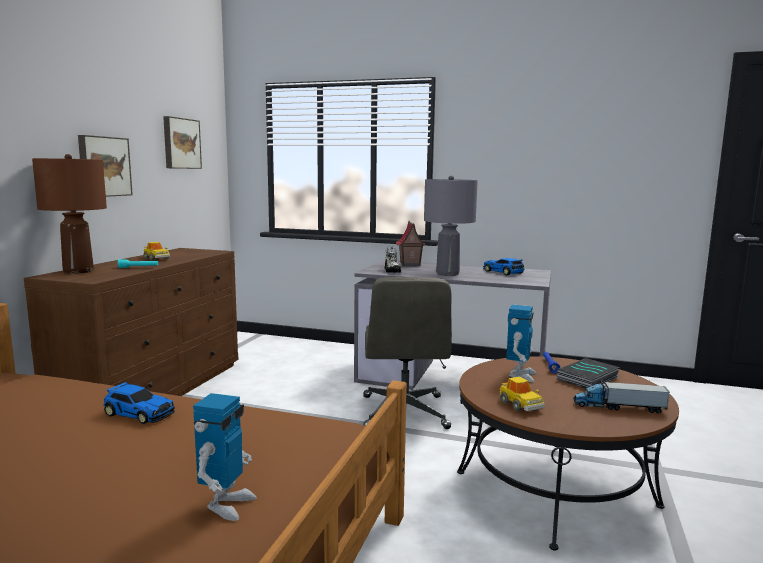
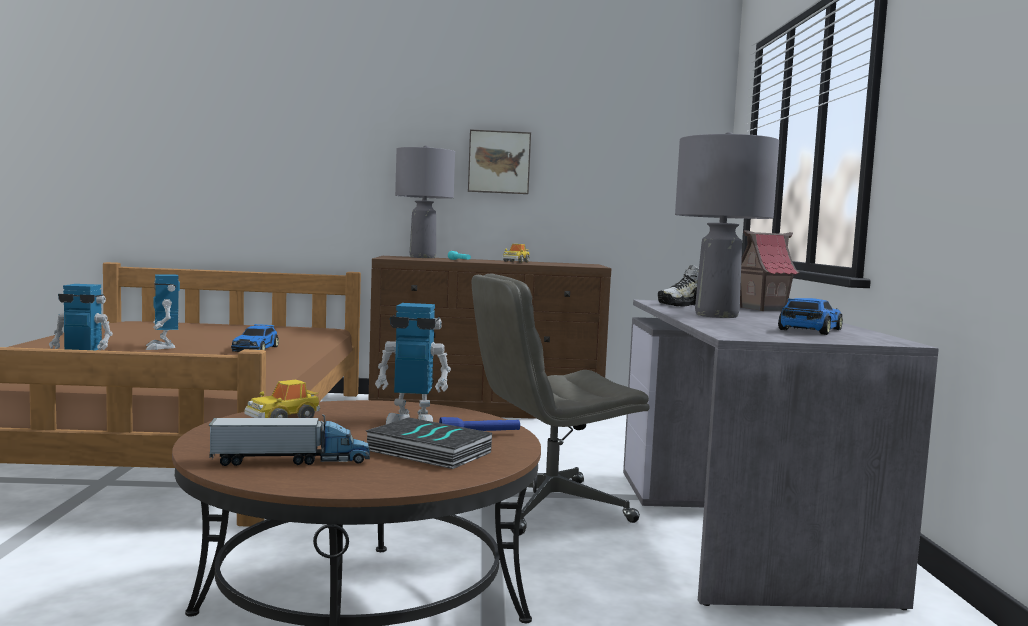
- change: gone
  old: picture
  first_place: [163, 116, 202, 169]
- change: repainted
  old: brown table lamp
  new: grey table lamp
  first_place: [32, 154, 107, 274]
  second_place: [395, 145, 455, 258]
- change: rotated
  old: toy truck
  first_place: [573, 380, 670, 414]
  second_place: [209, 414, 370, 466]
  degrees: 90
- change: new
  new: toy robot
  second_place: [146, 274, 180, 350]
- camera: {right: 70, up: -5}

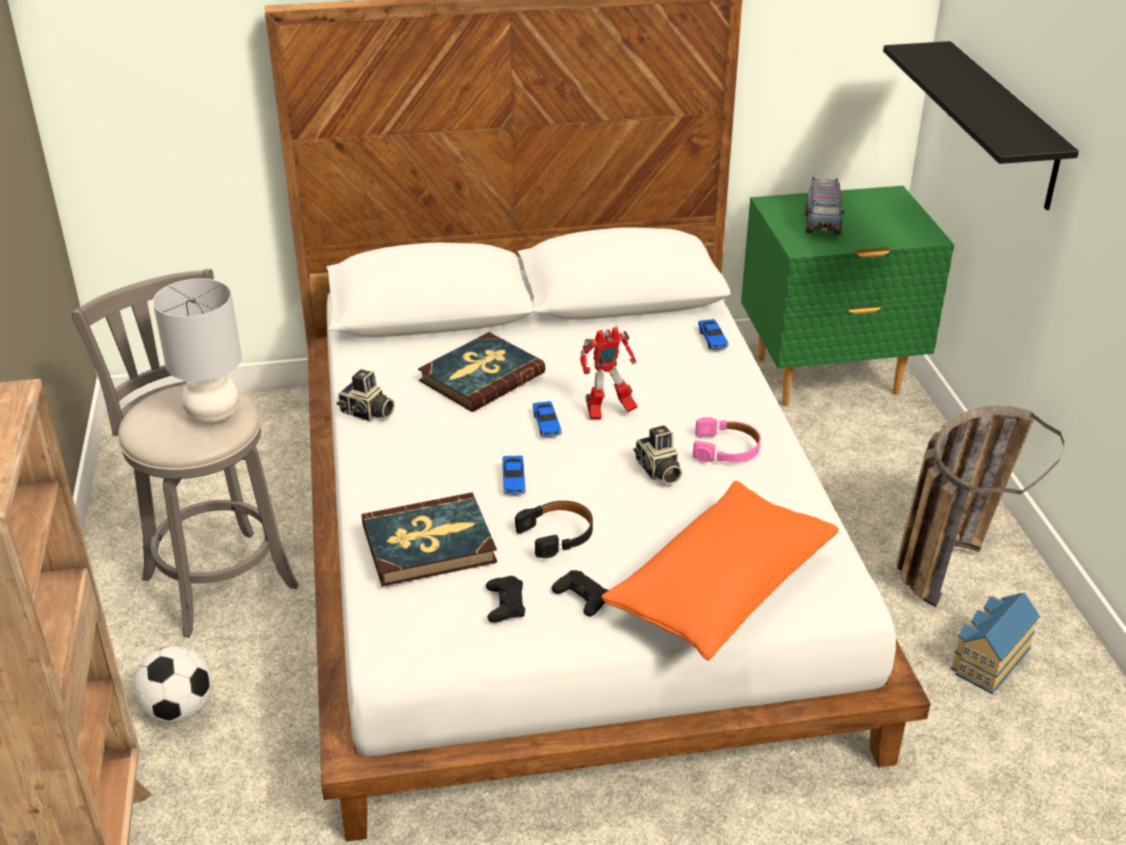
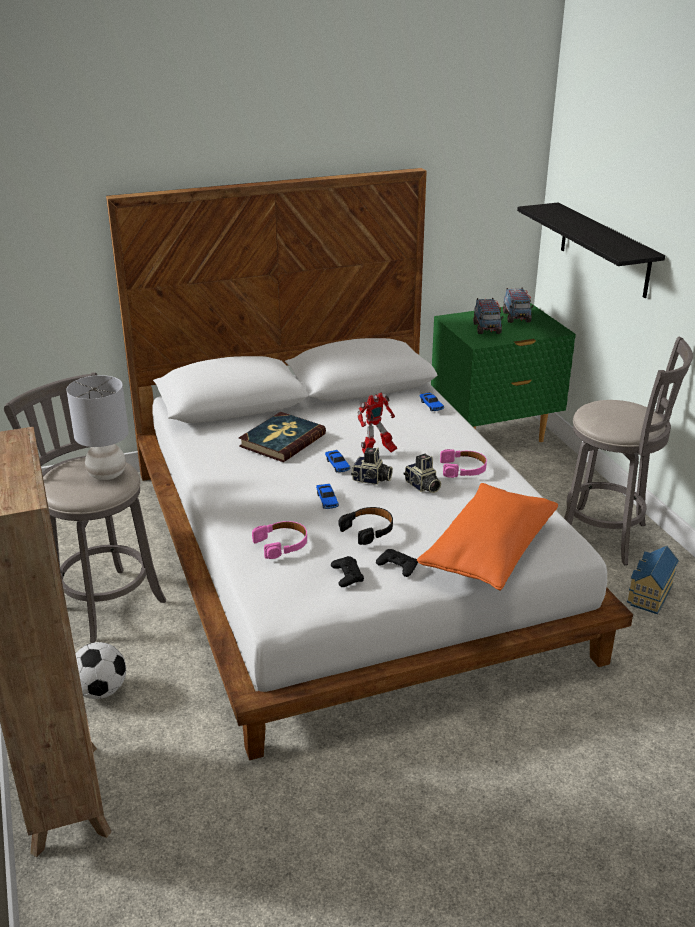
- change: shifted
  old: photo camera
  first_place: [337, 369, 395, 421]
  second_place: [351, 447, 393, 485]
- change: swapped
  old: basket
  new: grey stool
  first_place: [897, 406, 1064, 607]
  second_place: [564, 337, 693, 565]
- change: swapped
  old: book
  new: pink headphones
  first_place: [362, 493, 497, 587]
  second_place: [252, 521, 307, 559]
- change: new
  new: toy truck
  second_place: [503, 288, 533, 323]
- camera: {right: -10, up: -5}

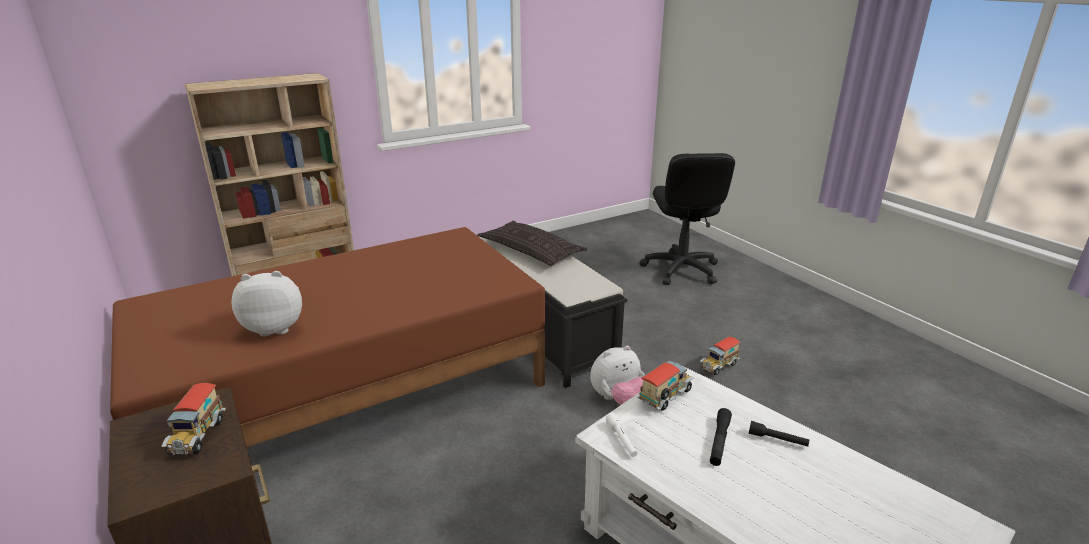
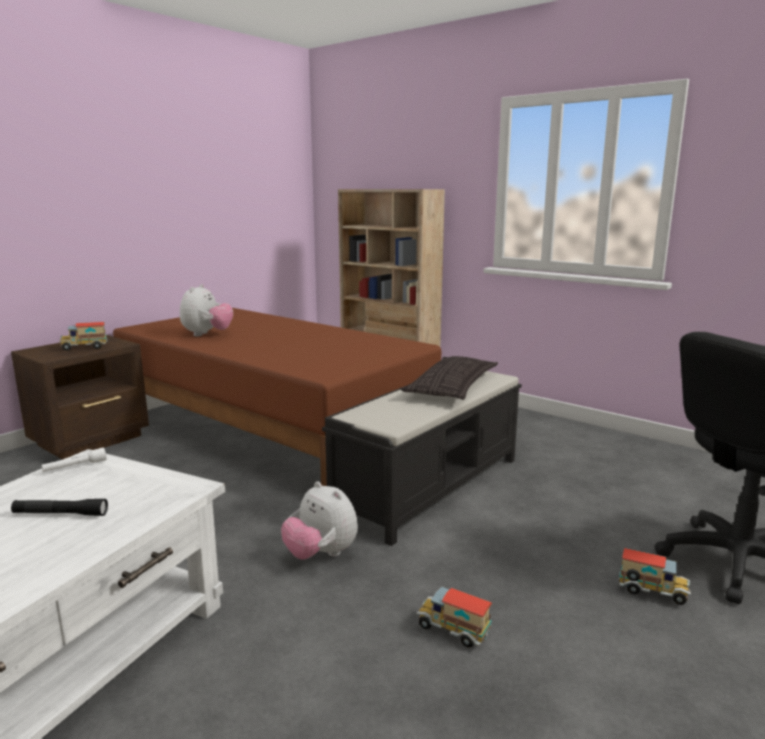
- change: rotated
  old: plush toy
  first_place: [231, 271, 302, 337]
  second_place: [180, 284, 233, 336]
  degrees: 45
- change: shifted
  old: toy truck
  first_place: [637, 361, 694, 411]
  second_place: [618, 548, 691, 605]
- change: gone
  old: black flashlight
  first_place: [749, 421, 809, 447]
- camera: {right: 70, up: -10}

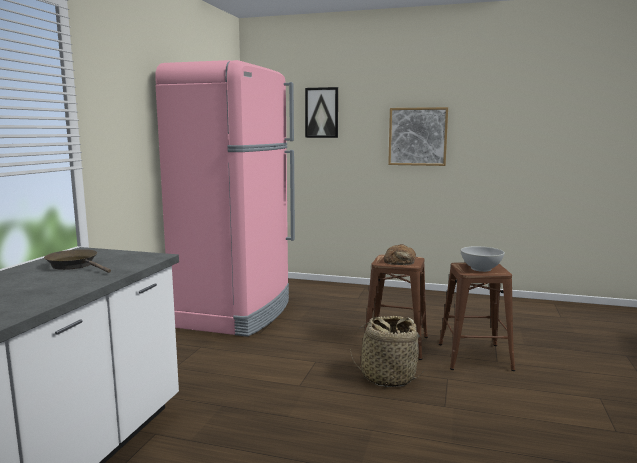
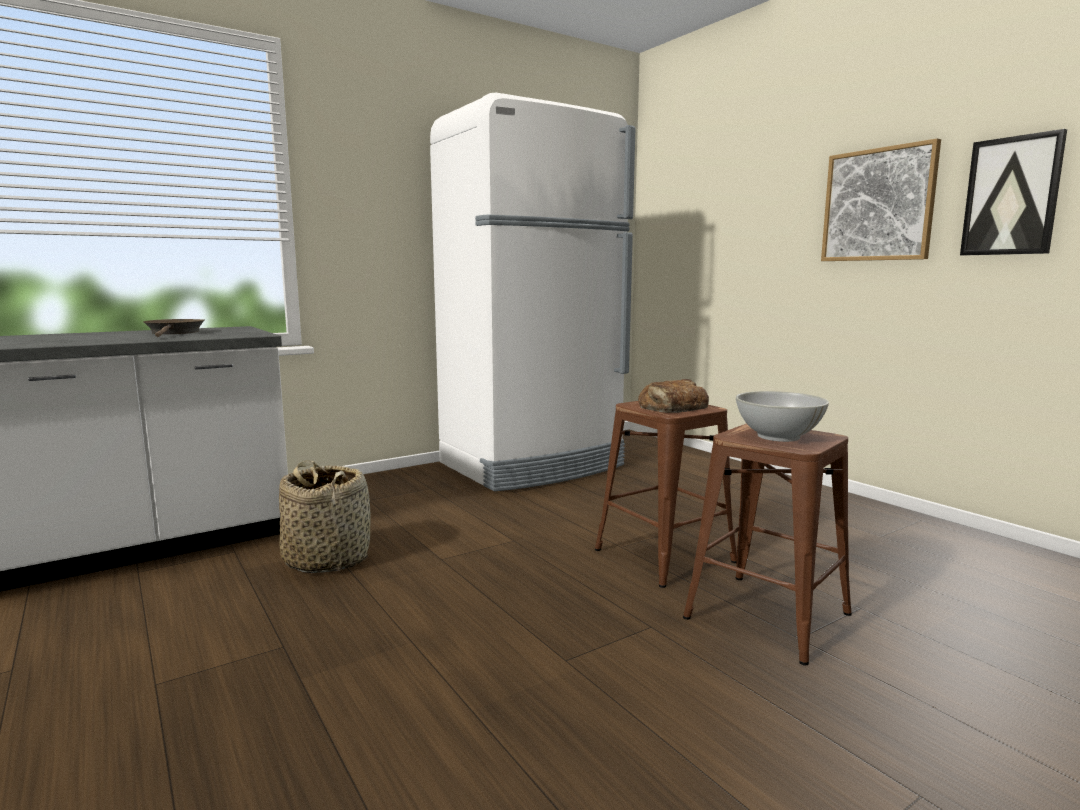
- change: repainted
  old: pink fridge
  new: white fridge
  first_place: [155, 60, 295, 337]
  second_place: [430, 93, 635, 492]
- change: shifted
  old: picture
  first_place: [305, 87, 338, 138]
  second_place: [960, 129, 1067, 255]
- change: shifted
  old: basket
  first_place: [350, 316, 424, 387]
  second_place: [279, 460, 370, 573]
- camera: {right: 40, up: 0}

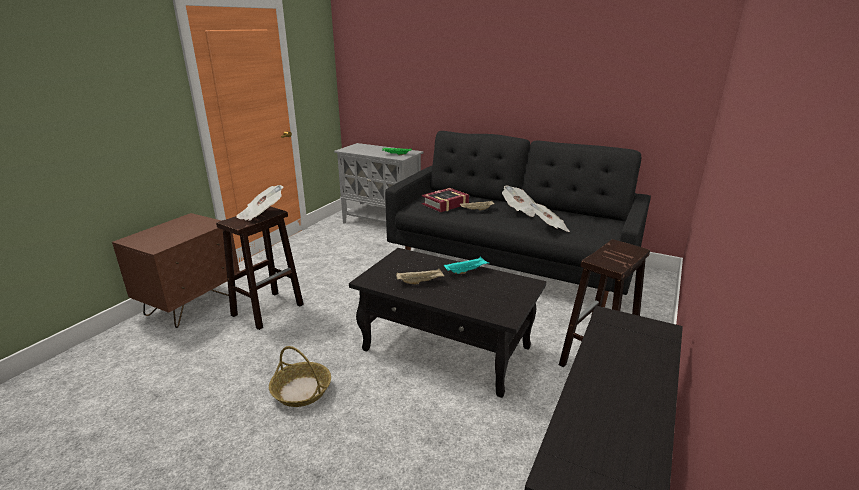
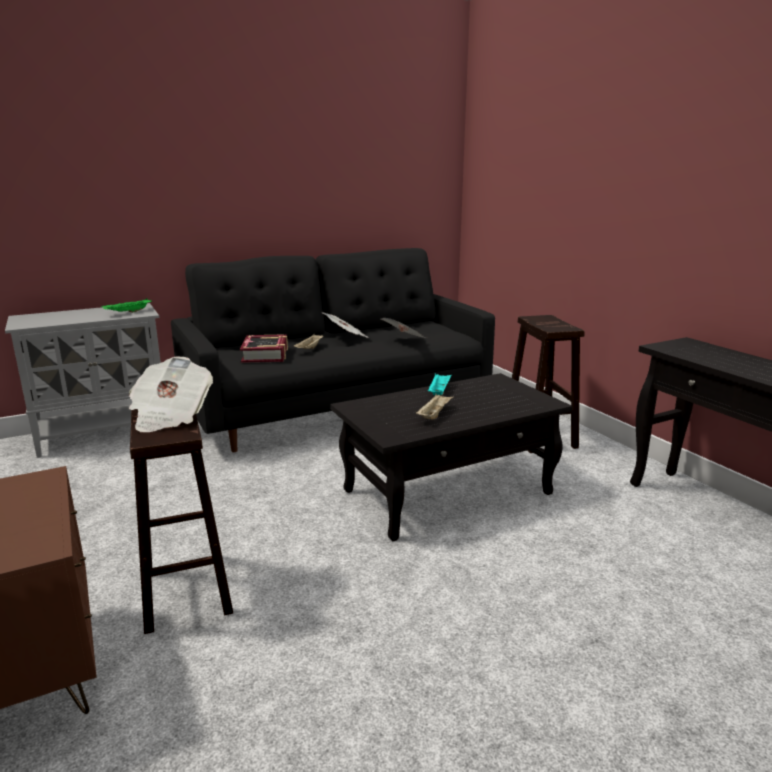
- change: gone
  old: basket
  first_place: [269, 346, 331, 407]
- camera: {right: -55, up: -5}

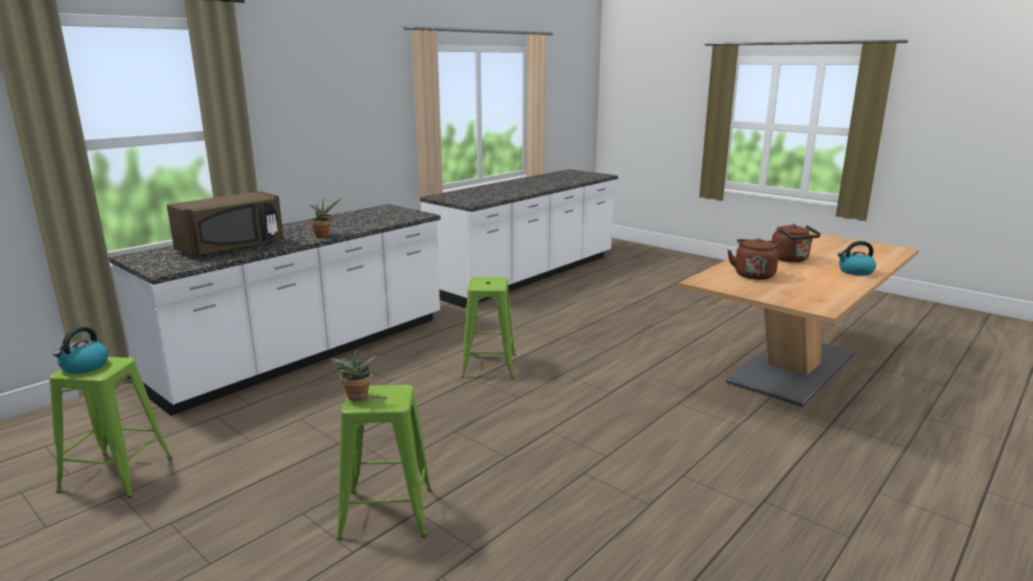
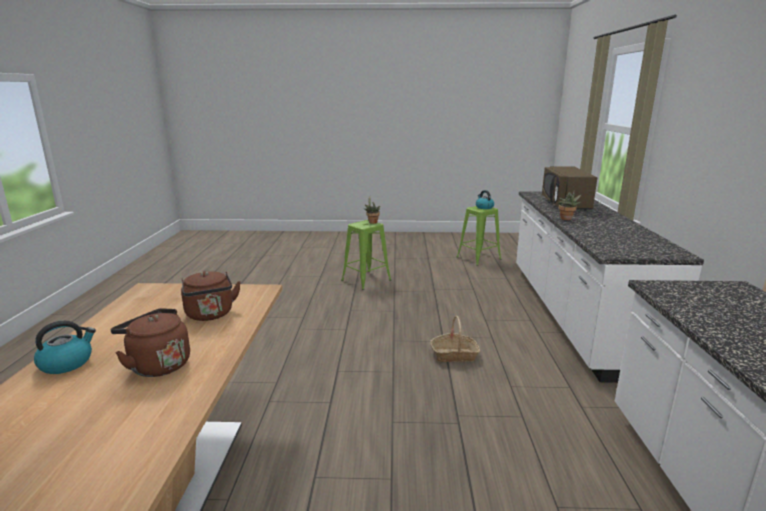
- change: swapped
  old: green stool
  new: basket
  first_place: [461, 277, 516, 379]
  second_place: [430, 316, 480, 362]
- camera: {right: 140, up: 0}

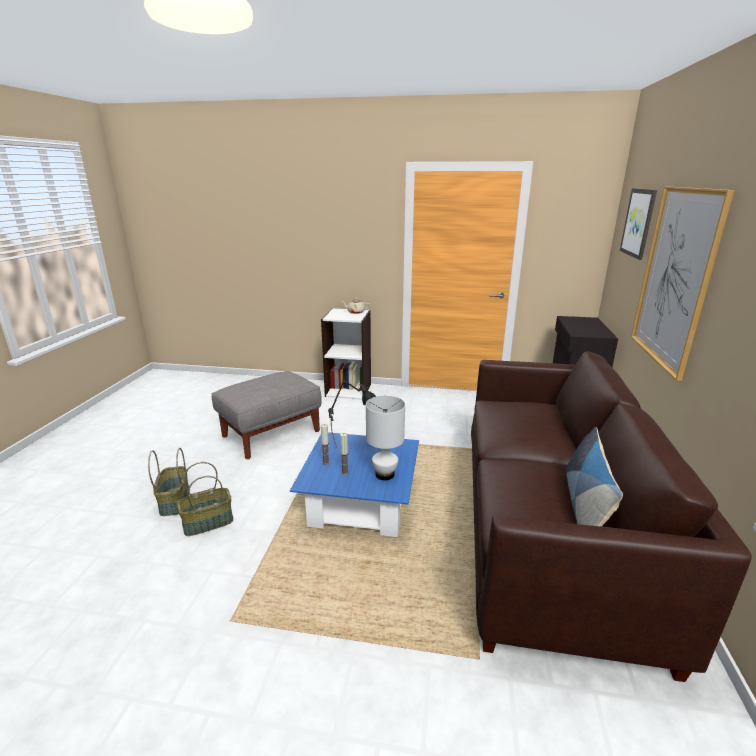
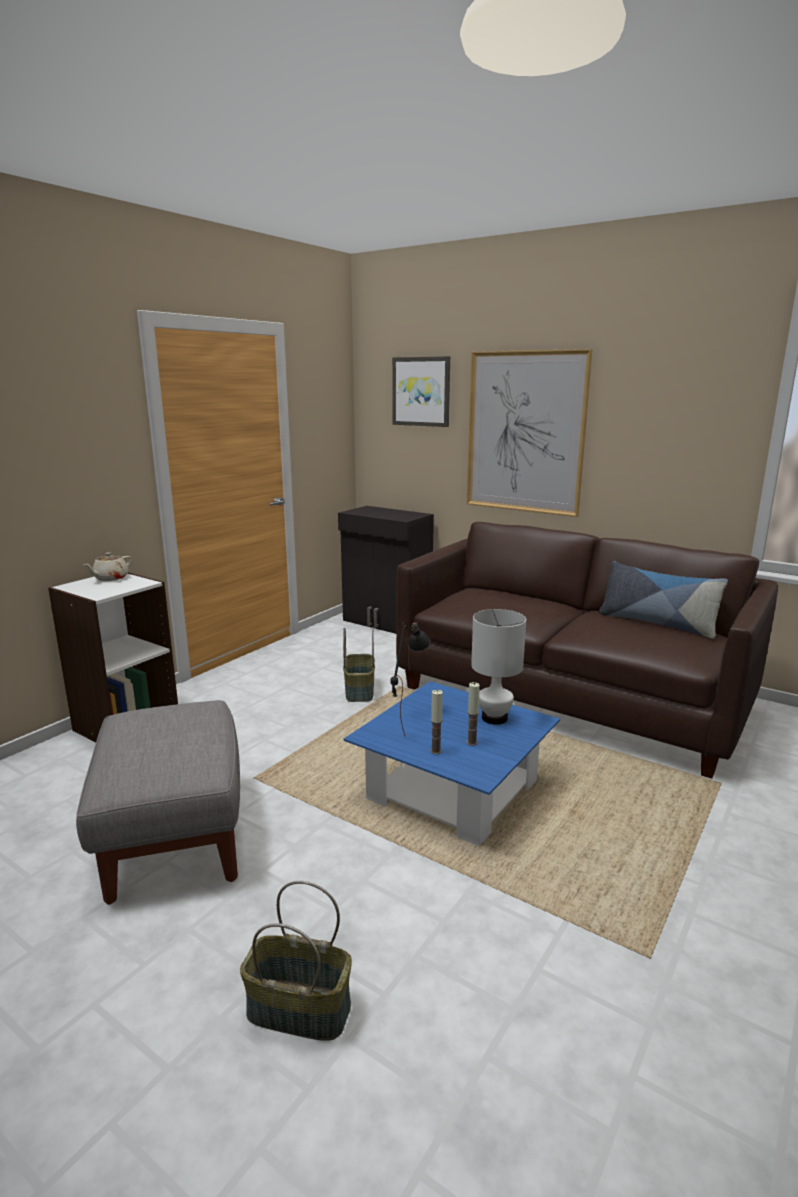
- change: shifted
  old: basket
  first_place: [177, 462, 233, 536]
  second_place: [343, 627, 375, 702]
- camera: {right: -65, up: -5}

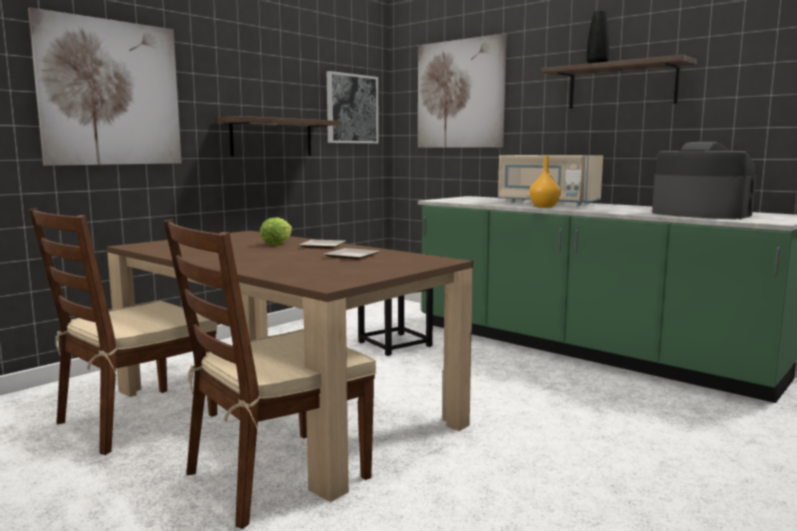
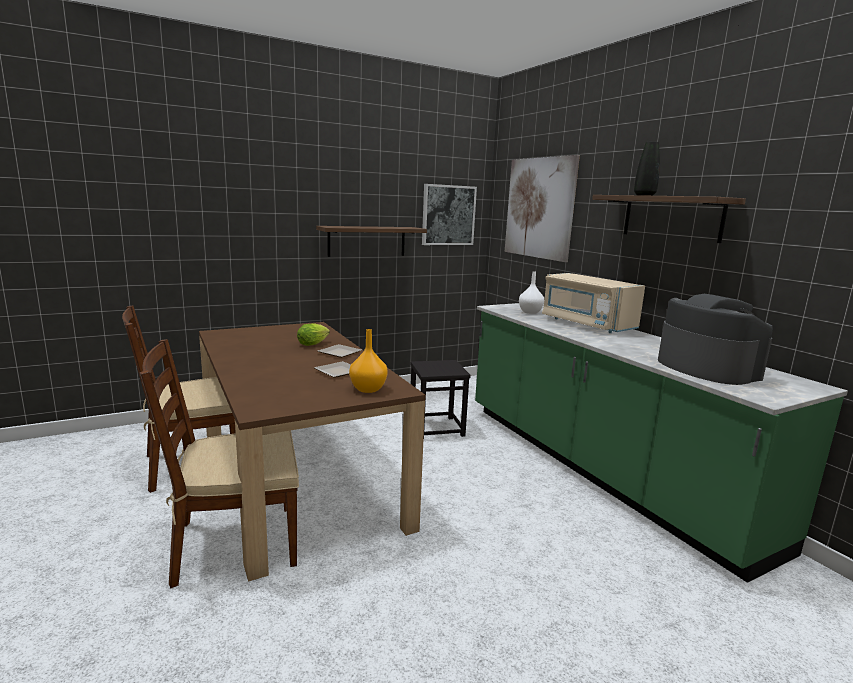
- change: gone
  old: picture
  first_place: [28, 7, 182, 166]
- change: shifted
  old: orange vase
  first_place: [529, 156, 561, 208]
  second_place: [349, 329, 388, 393]
- change: new
  new: white vase
  second_place: [519, 271, 544, 314]
- camera: {right: 20, up: 5}

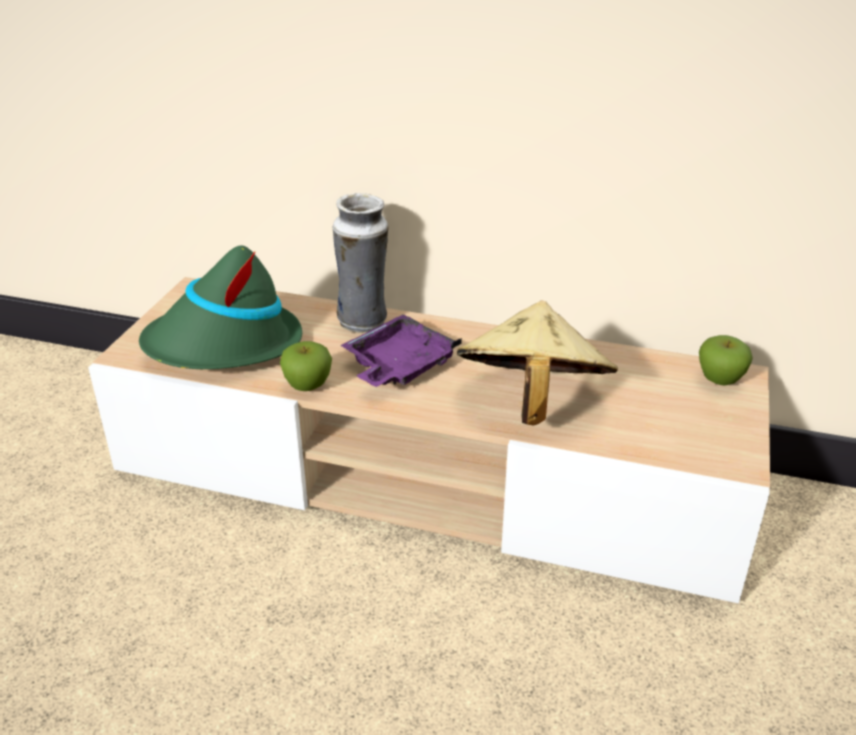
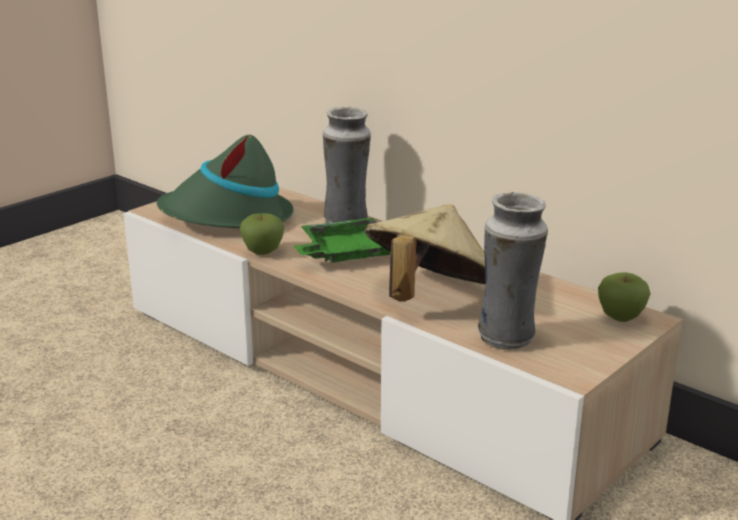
- change: repainted
  old: purple tray
  new: green tray
  first_place: [340, 314, 462, 387]
  second_place: [294, 218, 391, 263]
- change: new
  new: vase
  second_place: [478, 192, 548, 350]
- camera: {right: 25, up: -10}

